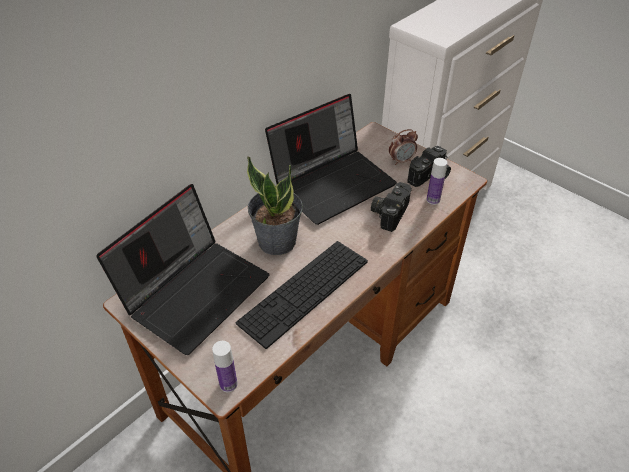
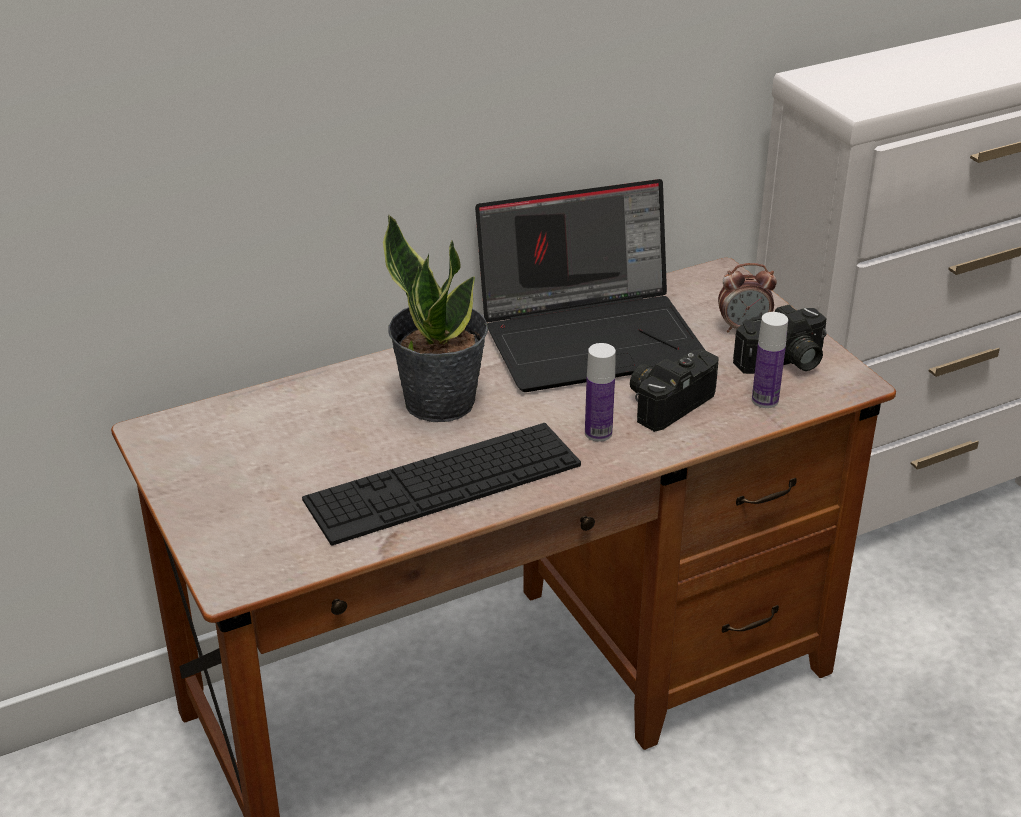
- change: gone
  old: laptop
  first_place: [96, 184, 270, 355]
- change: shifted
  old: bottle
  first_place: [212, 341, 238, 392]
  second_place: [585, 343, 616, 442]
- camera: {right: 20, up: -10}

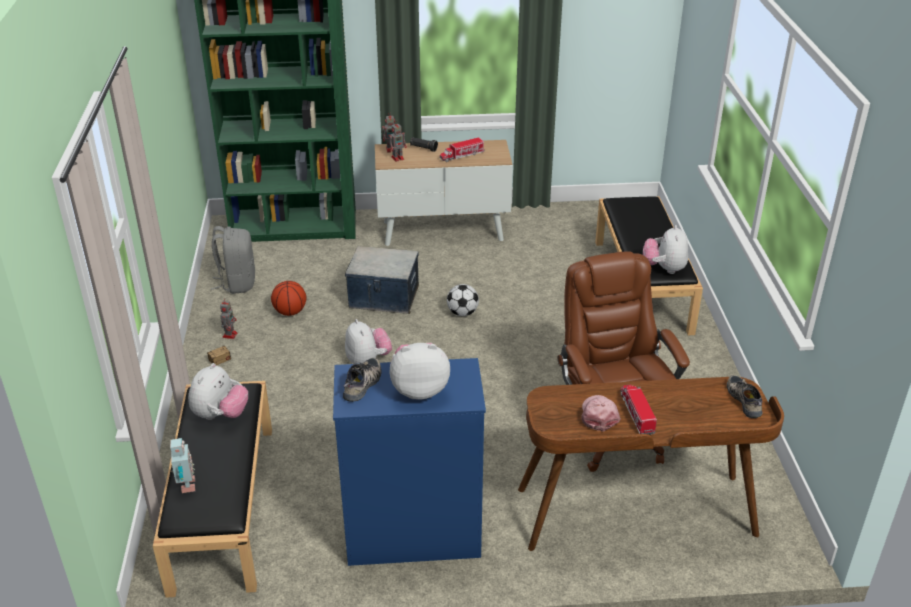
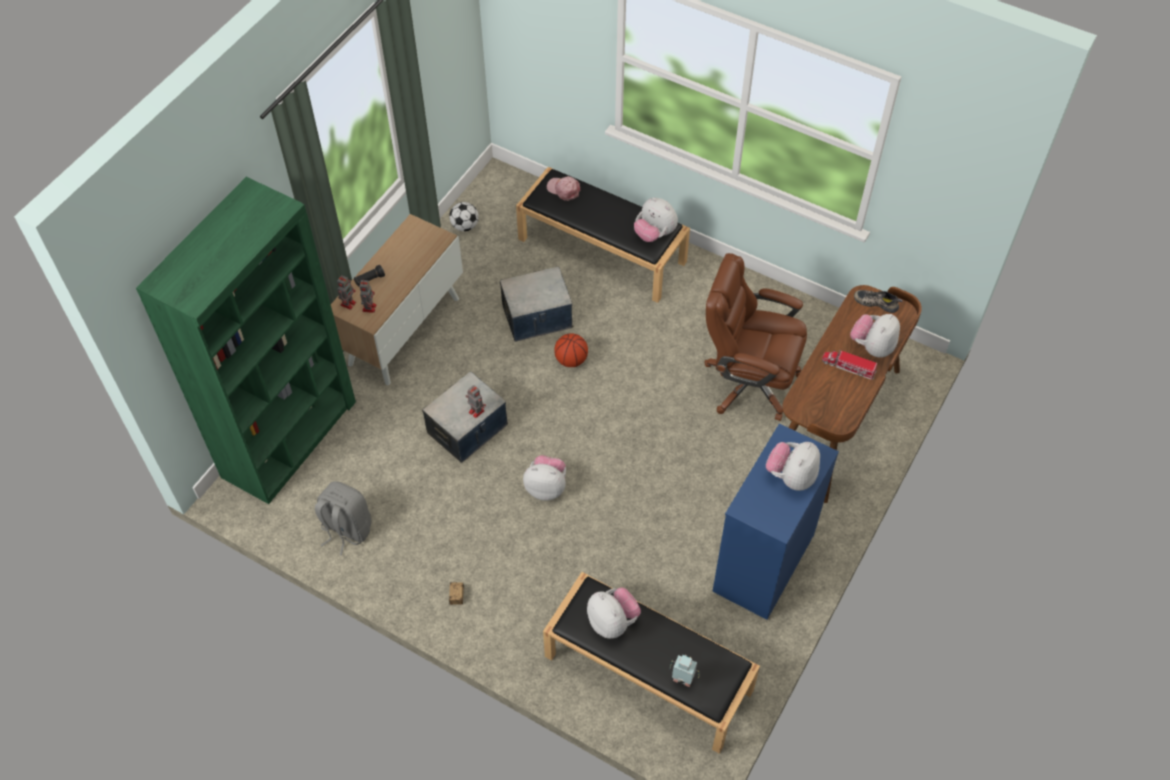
- change: gone
  old: toy truck
  first_place: [440, 137, 485, 162]
- change: shifted
  old: basketball
  first_place: [271, 281, 306, 316]
  second_place: [554, 333, 588, 367]
- change: shifted
  old: football
  first_place: [447, 284, 479, 316]
  second_place: [449, 202, 479, 231]
- change: shifted
  old: toy robot
  first_place: [220, 301, 237, 339]
  second_place: [466, 385, 486, 418]
- change: gone
  old: shoe
  first_place: [343, 358, 381, 402]
- change: shifted
  old: pink cap
  first_place: [581, 395, 621, 432]
  second_place: [547, 176, 580, 201]
- change: new
  new: storage box
  second_place: [500, 267, 574, 342]
- change: new
  new: plush toy
  second_place: [850, 314, 900, 358]
- camera: {right: -55, up: 20}

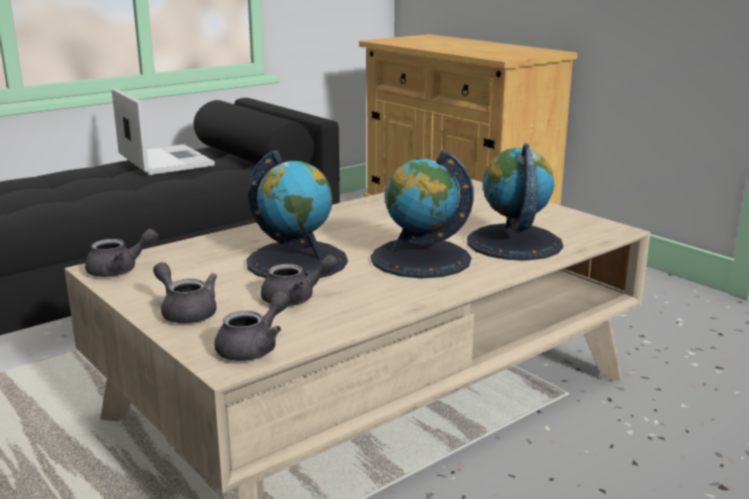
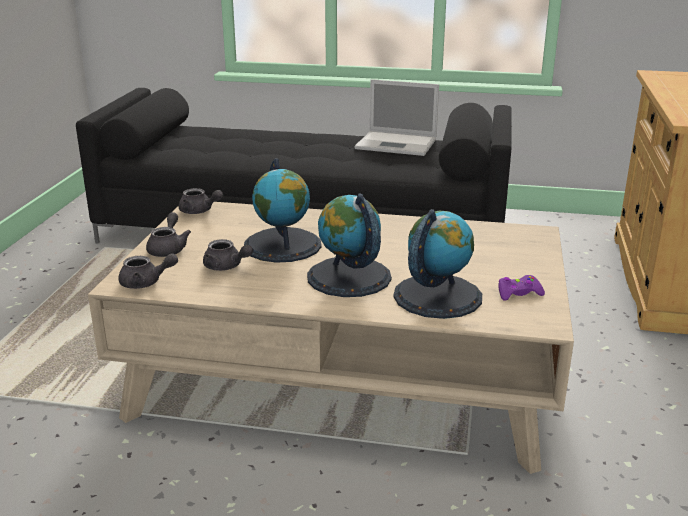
- change: rotated
  old: laptop
  first_place: [112, 88, 215, 175]
  second_place: [354, 79, 439, 156]
  degrees: 90
- change: new
  new: purple game controller
  second_place: [498, 275, 545, 301]
- camera: {right: 50, up: 5}

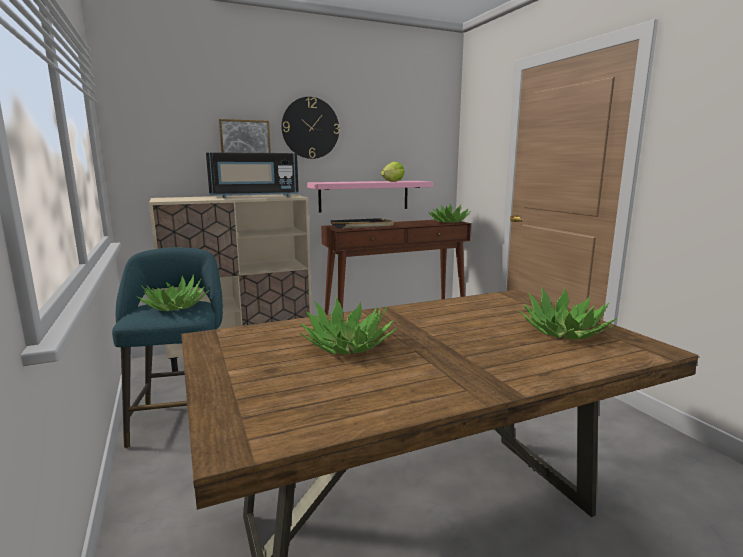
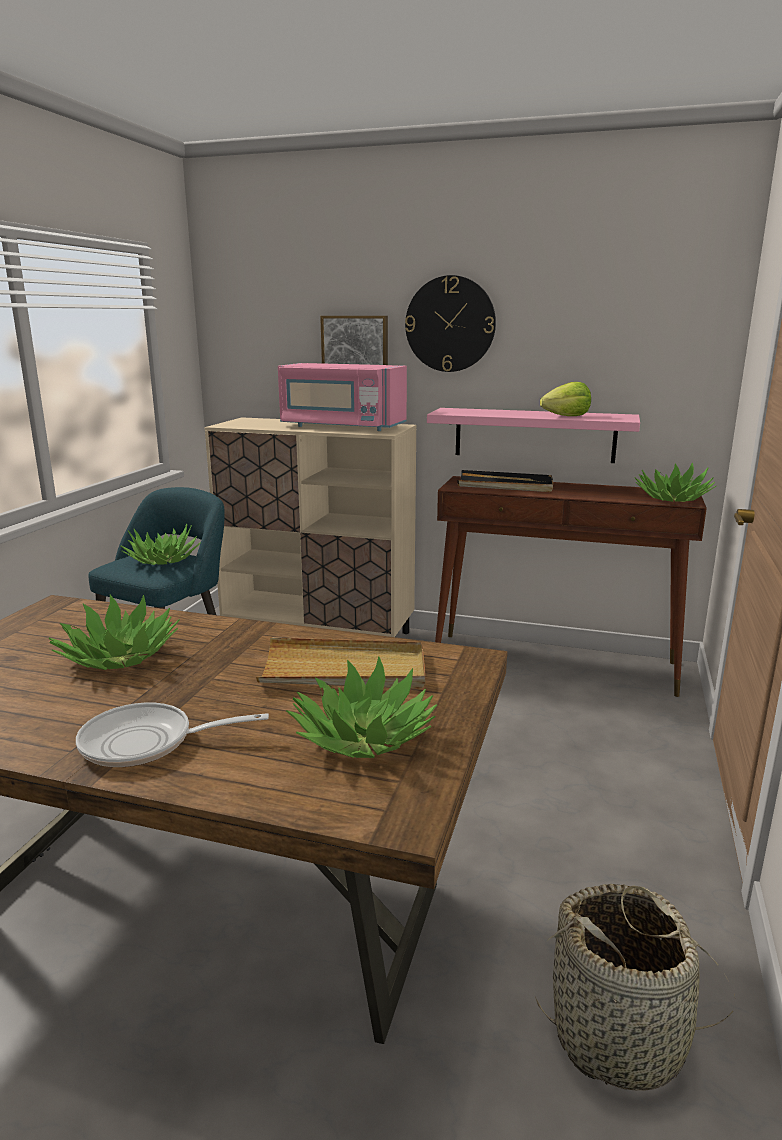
- change: repainted
  old: black microwave
  new: pink microwave
  first_place: [206, 152, 299, 198]
  second_place: [278, 363, 407, 431]
- change: new
  new: beige tray
  second_place: [256, 638, 425, 689]
- change: new
  new: frying pan
  second_place: [76, 703, 269, 767]
- change: new
  new: basket
  second_place: [535, 884, 735, 1091]
- camera: {right: 40, up: 5}

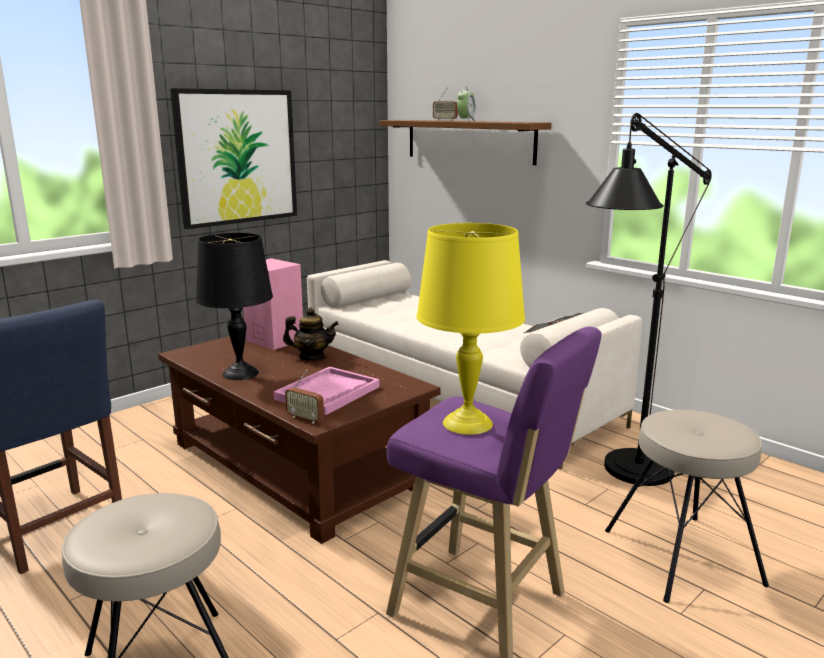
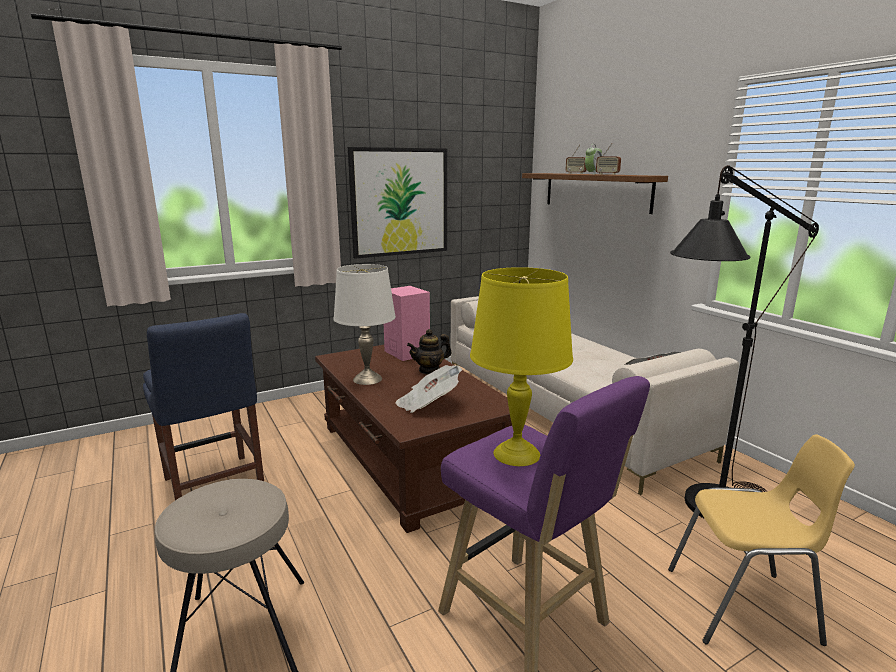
- change: repainted
  old: black table lamp
  new: white table lamp
  first_place: [196, 233, 273, 380]
  second_place: [333, 264, 396, 385]
- change: rotated
  old: teapot
  first_place: [283, 308, 339, 360]
  second_place: [407, 329, 452, 375]
  degrees: 135
- change: swapped
  old: pink tray
  new: newspaper
  first_place: [274, 367, 380, 415]
  second_place: [395, 365, 462, 413]
- change: shifted
  old: radio
  first_place: [285, 370, 324, 424]
  second_place: [596, 143, 621, 175]
- change: swapped
  old: beige stool
  new: yellow chair
  first_place: [605, 410, 769, 603]
  second_place: [668, 434, 855, 646]
- camera: {right: 15, up: 0}

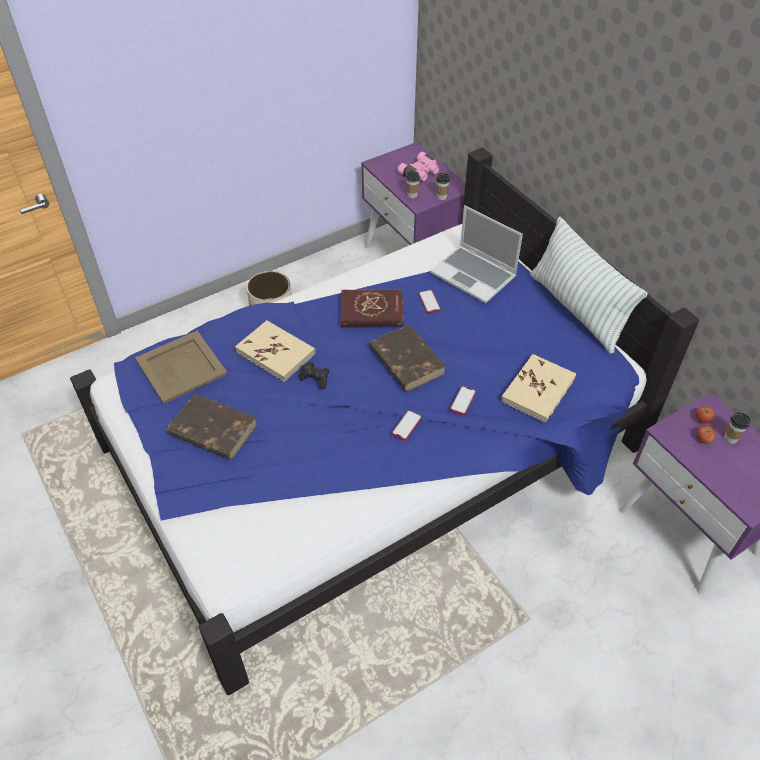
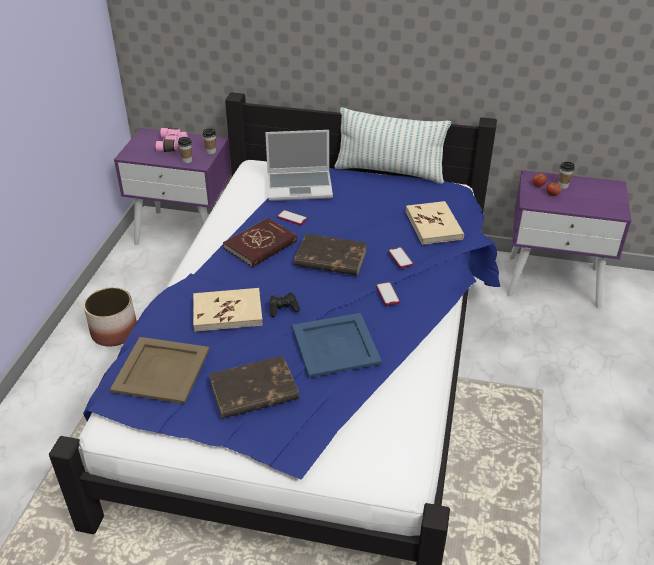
- change: new
  new: blue tray
  second_place: [292, 313, 382, 378]
- camera: {right: -45, up: -10}

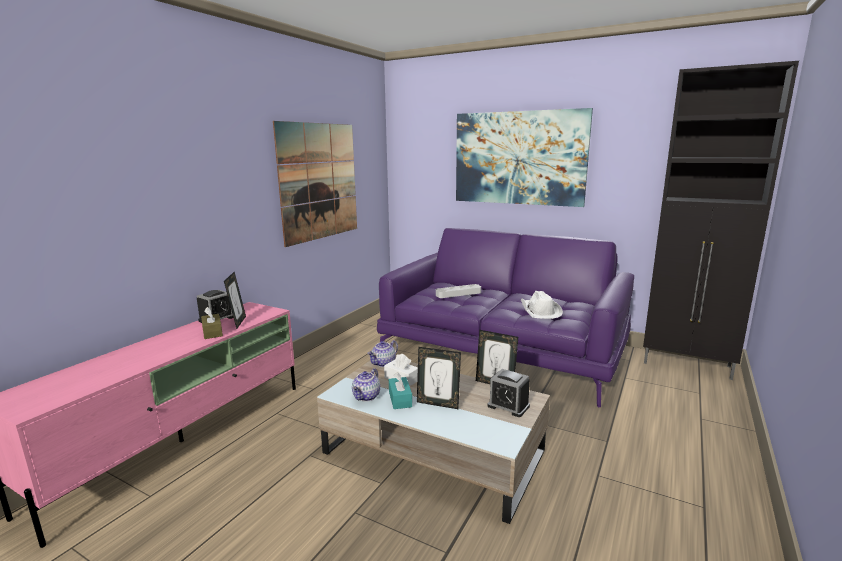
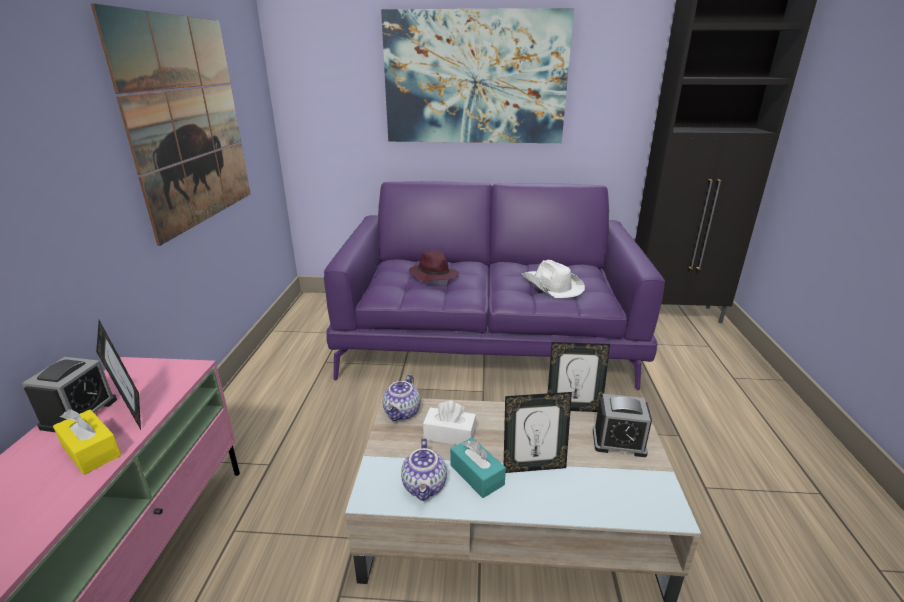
- change: swapped
  old: grey tray
  new: purple hat
  first_place: [436, 284, 481, 298]
  second_place: [409, 250, 459, 282]
- change: repainted
  old: brown tissue box
  new: yellow tissue box
  first_place: [201, 307, 223, 339]
  second_place: [53, 409, 121, 475]
- camera: {right: -25, up: 10}

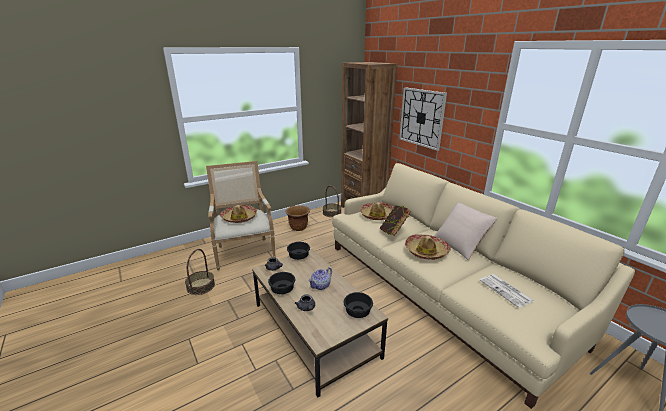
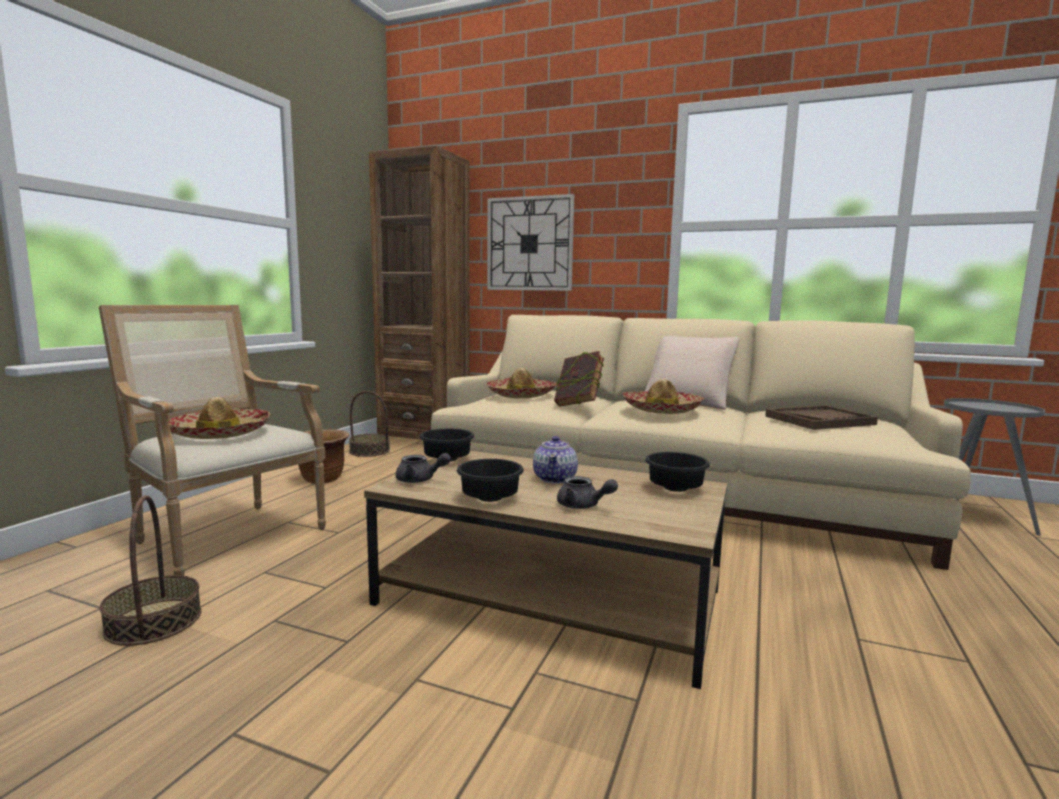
- change: swapped
  old: newspaper
  new: brown tray
  first_place: [480, 274, 534, 308]
  second_place: [765, 405, 878, 430]
- camera: {right: -35, up: -15}

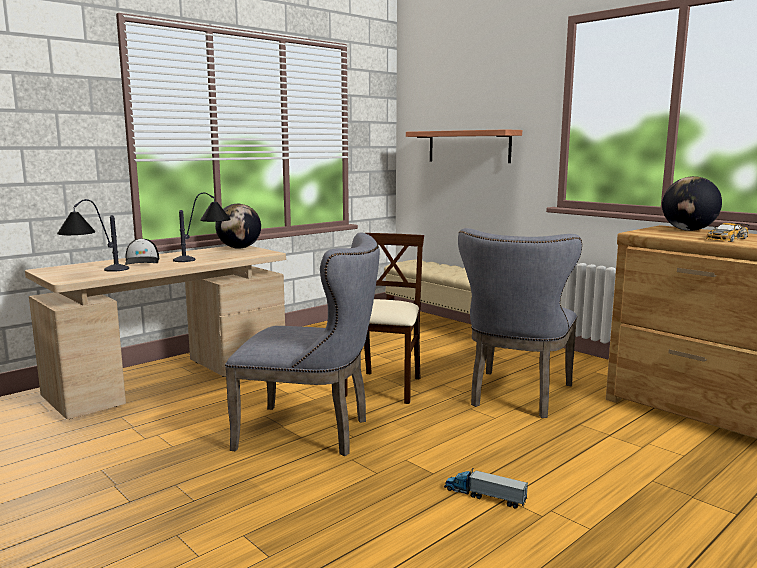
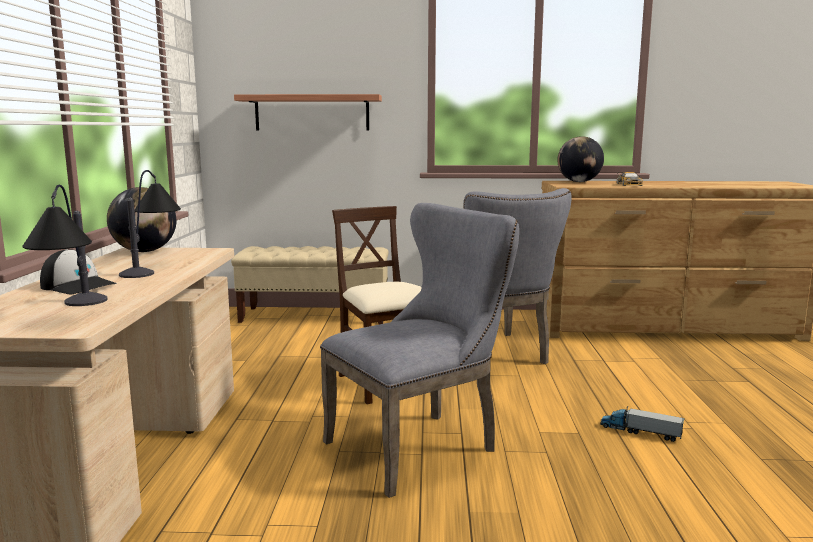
- change: rotated
  old: toy truck
  first_place: [444, 468, 528, 509]
  second_place: [600, 406, 684, 442]
  degrees: 45
- camera: {right: -45, up: 0}

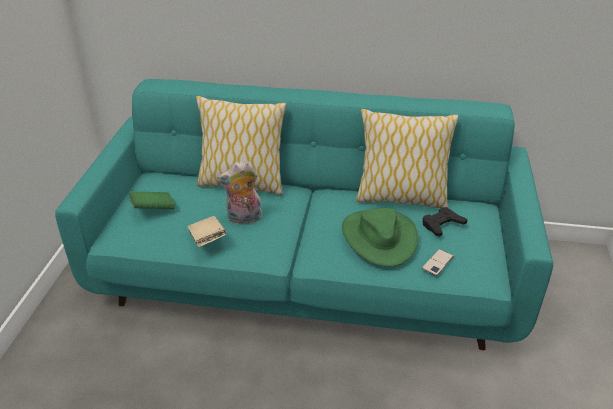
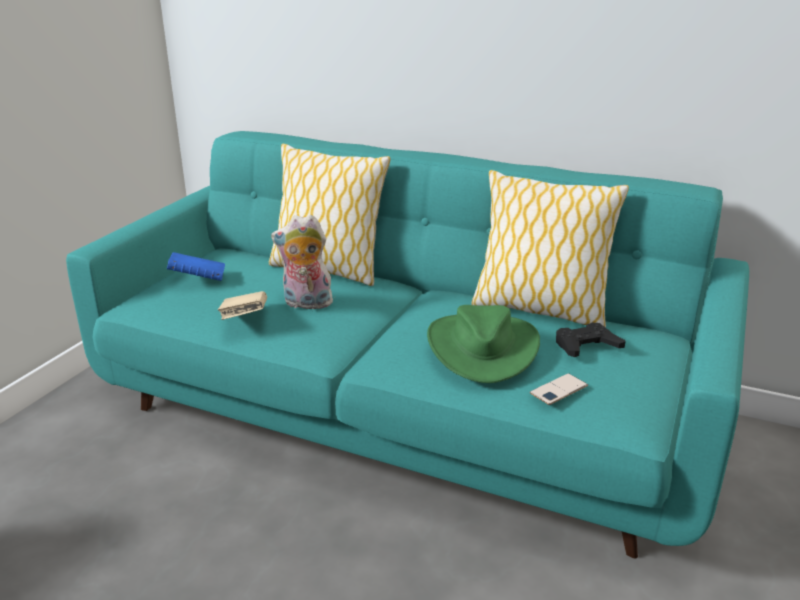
- change: repainted
  old: green book
  new: blue book
  first_place: [129, 191, 175, 209]
  second_place: [167, 252, 225, 281]
- camera: {right: 15, up: -10}

